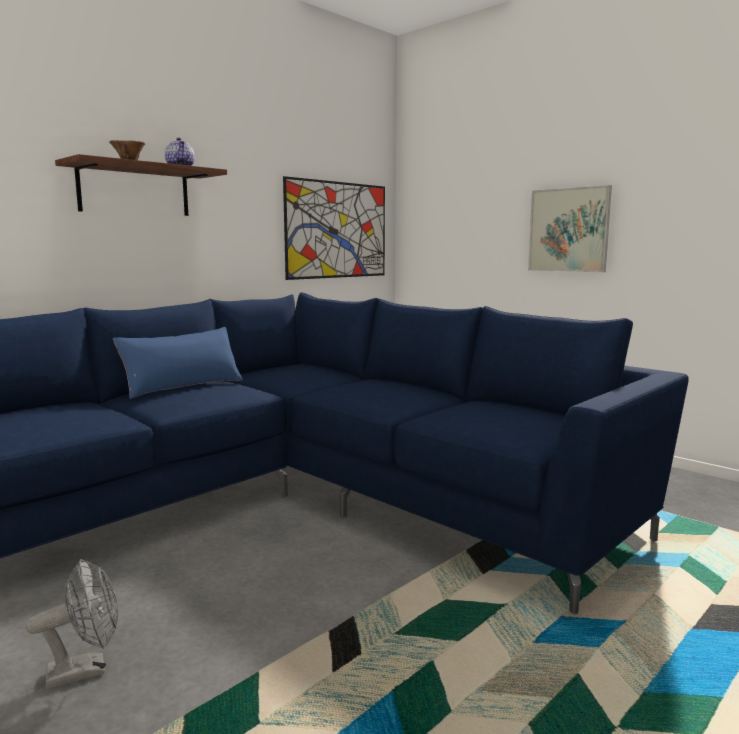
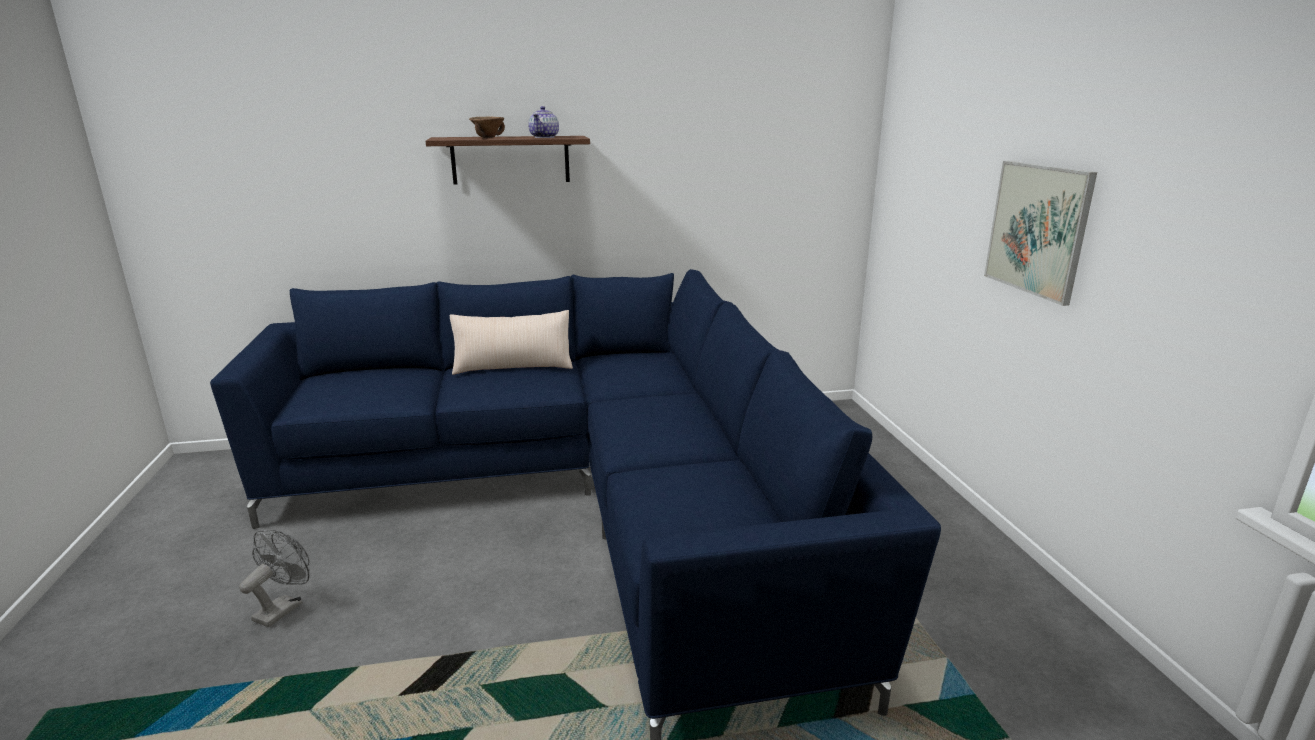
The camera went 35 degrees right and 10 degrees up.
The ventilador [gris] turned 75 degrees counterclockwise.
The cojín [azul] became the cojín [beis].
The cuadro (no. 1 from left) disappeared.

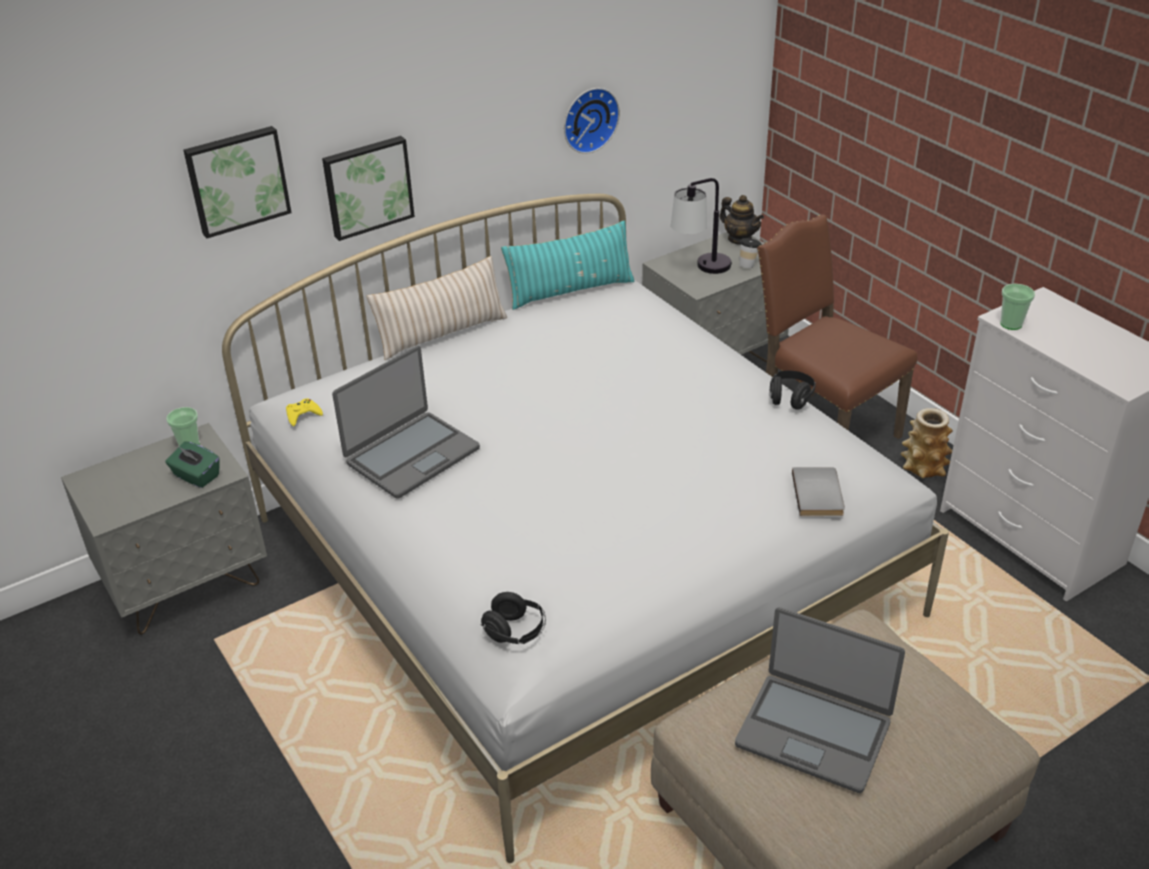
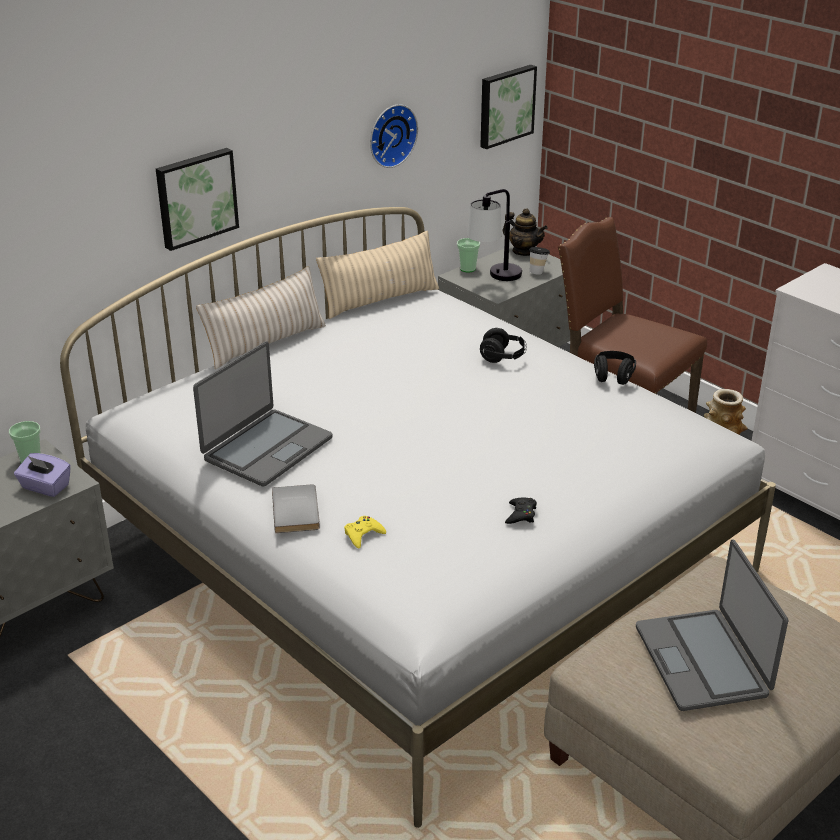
The camera went 10 degrees left and 5 degrees down.
The caja de pañuelos [verde] became the caja de pañuelos [morado].
The libro [gris] moved.
The cojín [turquesa] became the cojín [beis] (no. 2 from left).
The mando de consola [amarillo] moved.
The taza (no. 3 from left in the first image) moved.
The cuadro (no. 1 from left in the first image) moved.
The auriculares [negro] (no. 1 from left) moved.
The mando de consola [negro] appeared.
The portátil (no. 2 from left) turned 60 degrees clockwise.

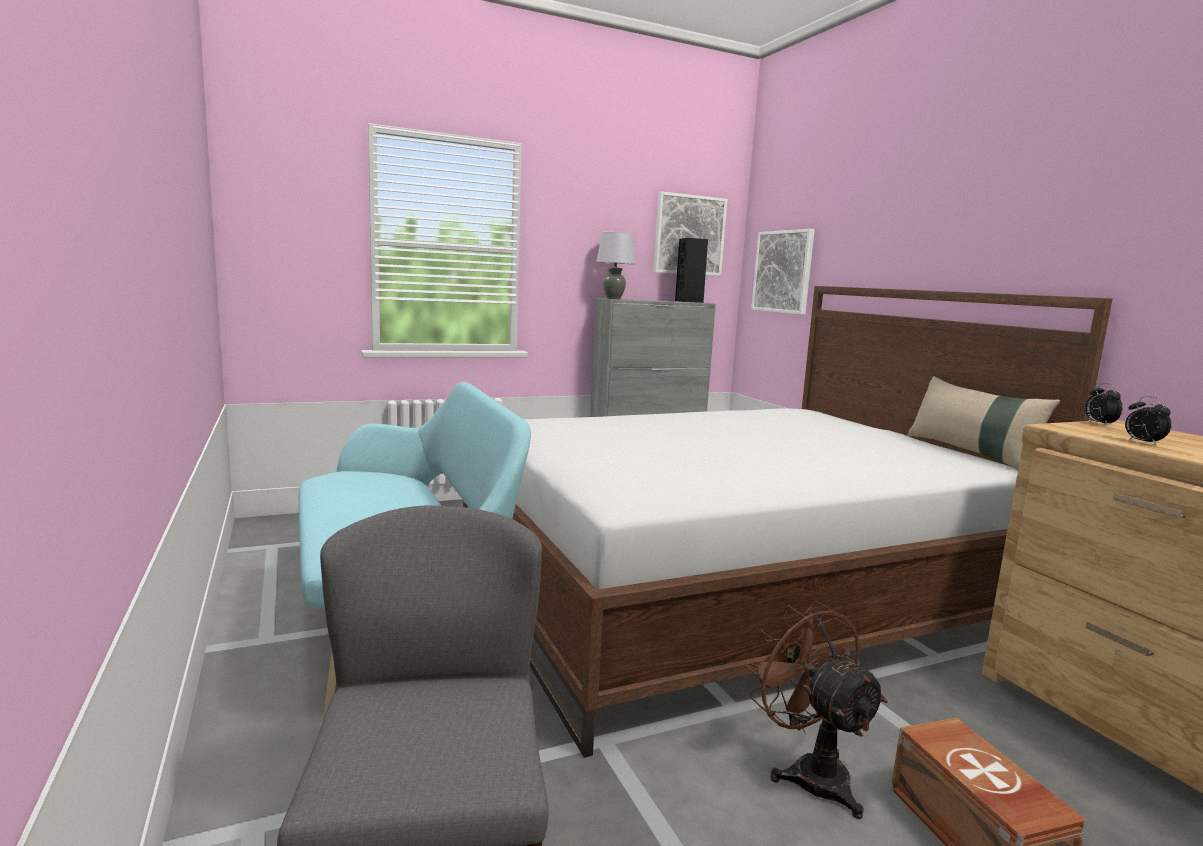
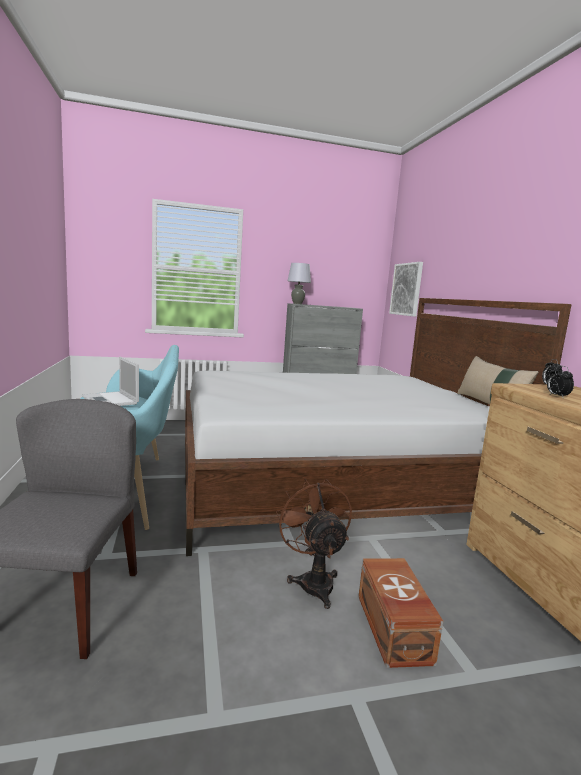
The camera went 10 degrees right and 0 degrees up.
The portátil appeared.
The cuadro (no. 1 from left) disappeared.
The altavoz [negro] disappeared.

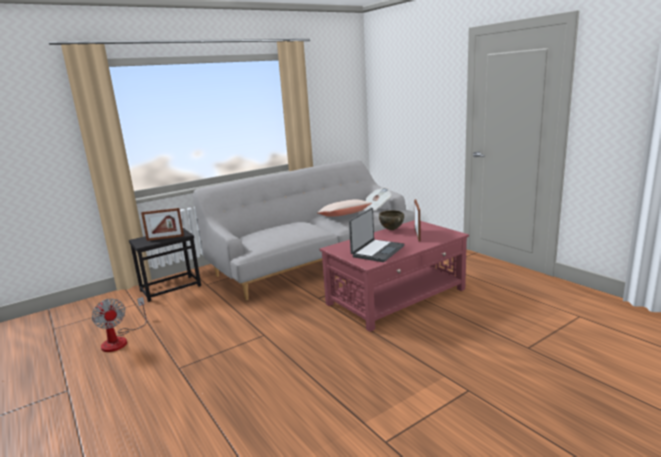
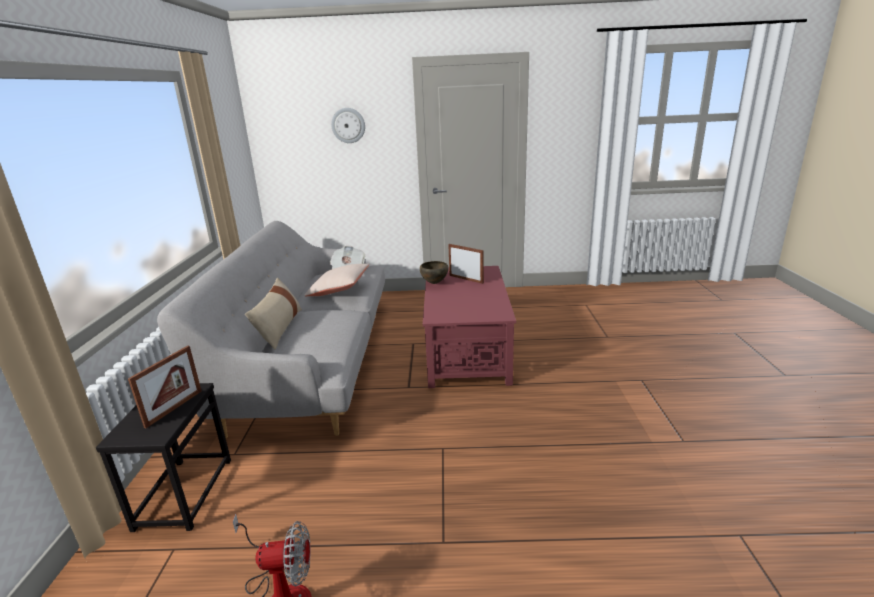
The camera went 55 degrees left and 5 degrees up.
The cojín [beis] (no. 1 from left) appeared.
The reloj de pared appeared.
The portátil disappeared.

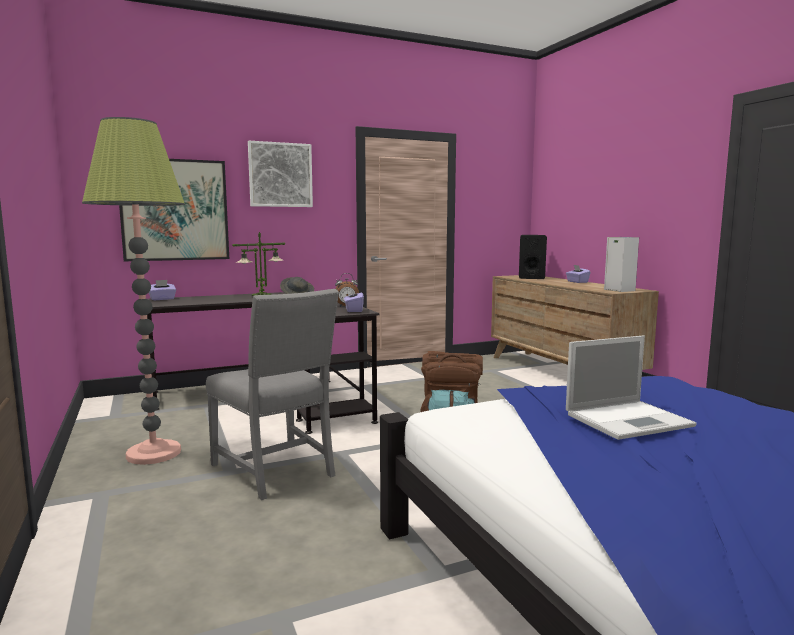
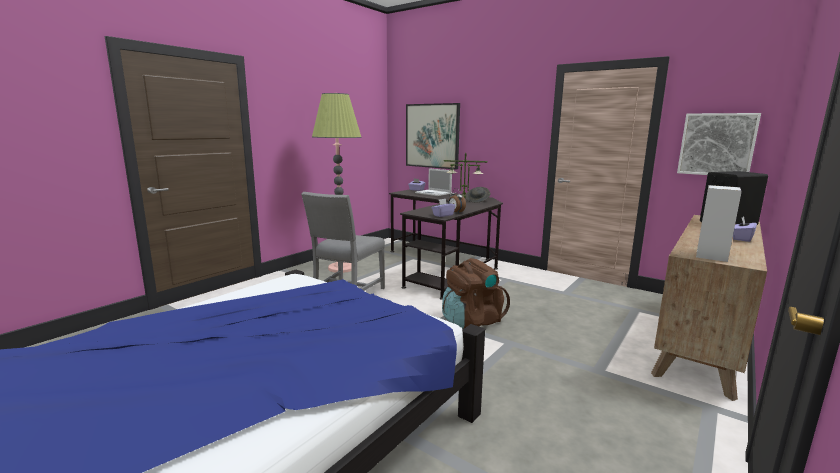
The camera went 60 degrees right and 5 degrees up.
The portátil moved.
The cuadro (no. 2 from left) moved.

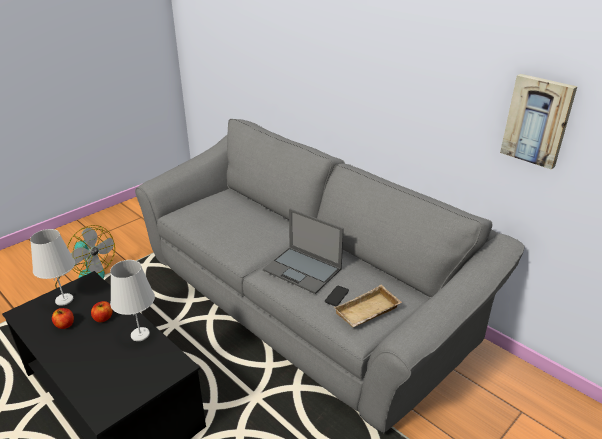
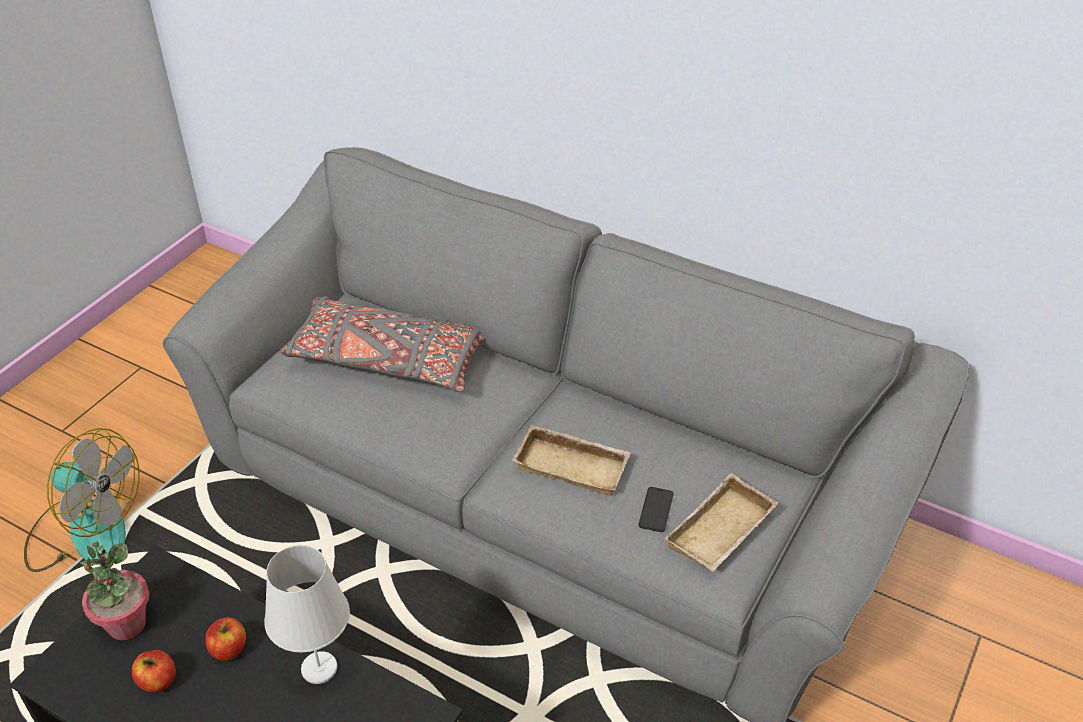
The camera went 15 degrees left and 10 degrees up.
The lámpara de mesa [blanco] (no. 1 from left) was replaced by the planta en maceta.
The cojín [gris] appeared.
The portátil was replaced by the bandeja [beis] (no. 1 from left).
The cuadro disappeared.

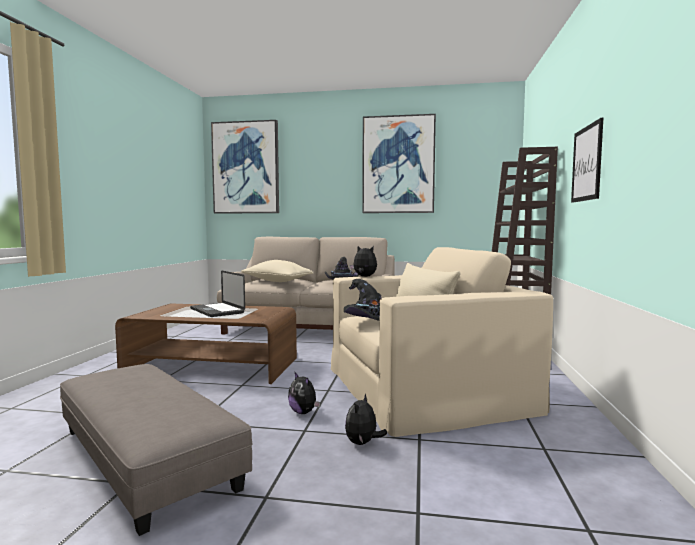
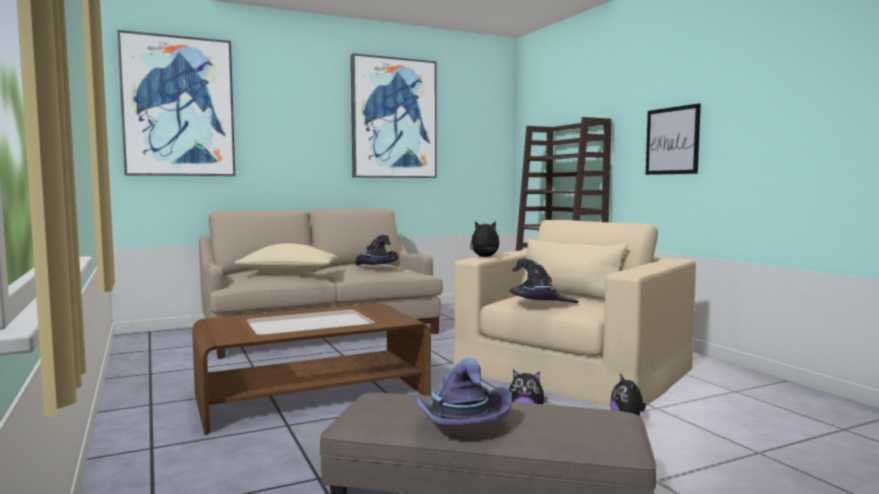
The camera went 35 degrees left and 0 degrees up.
The sombrero [morado] appeared.
The portátil disappeared.

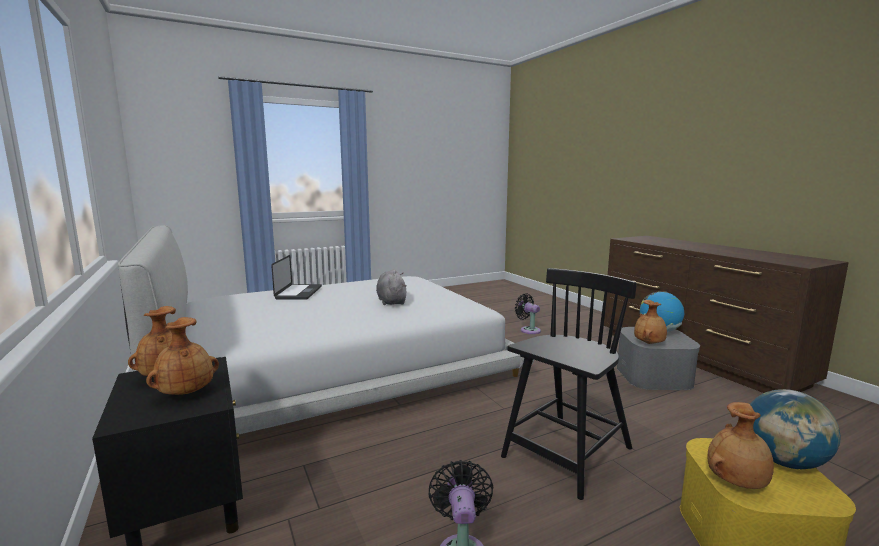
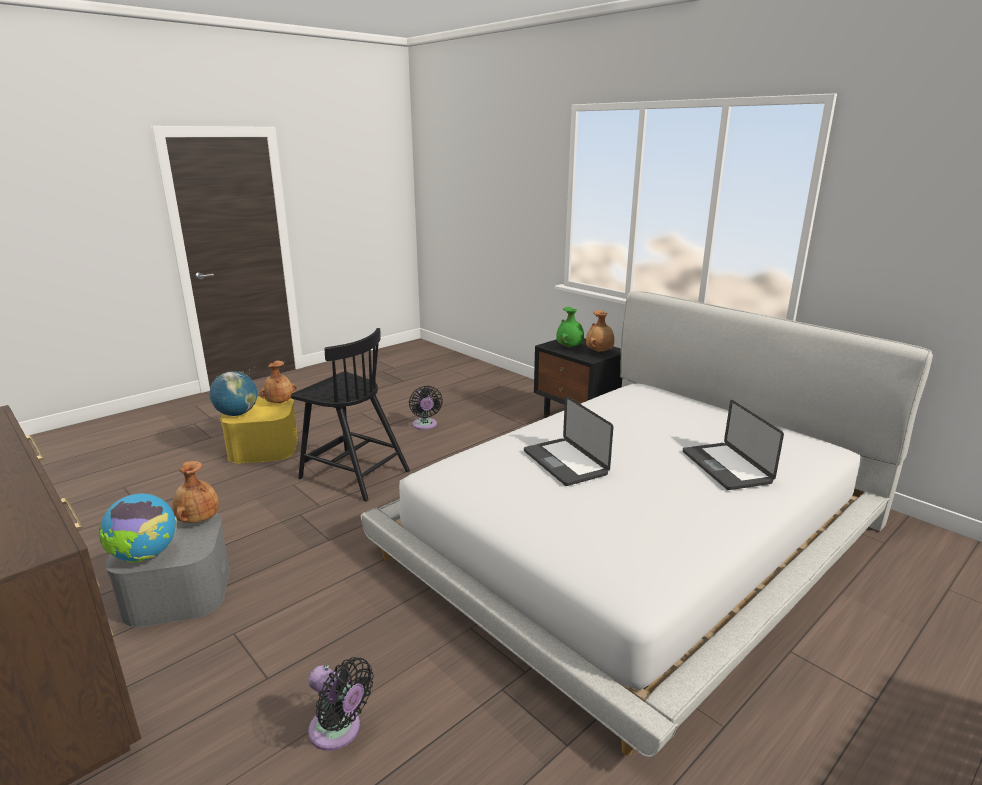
The camera went 165 degrees right and 10 degrees up.
The silla [negro] turned 90 degrees counterclockwise.
The peluche [gris] was replaced by the portátil (no. 1 from left).
The florero [marrón] (no. 2 from left) became the florero [verde].

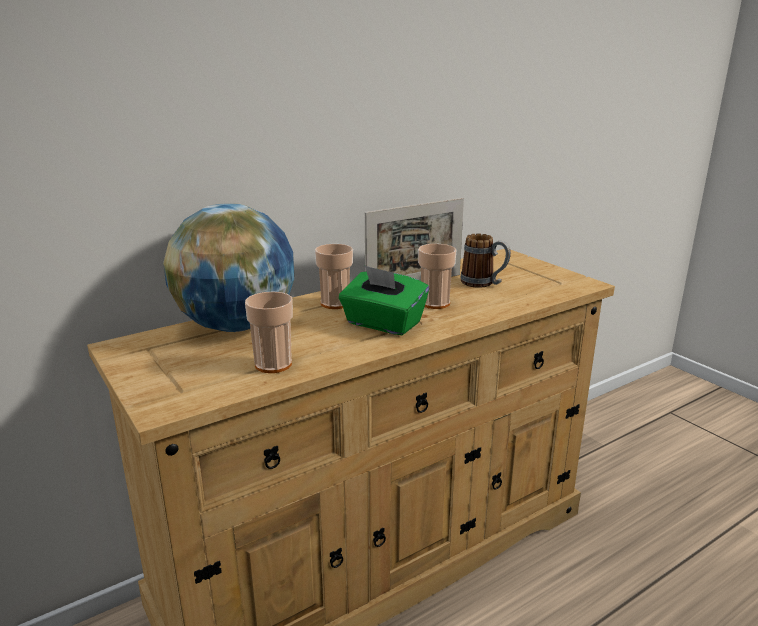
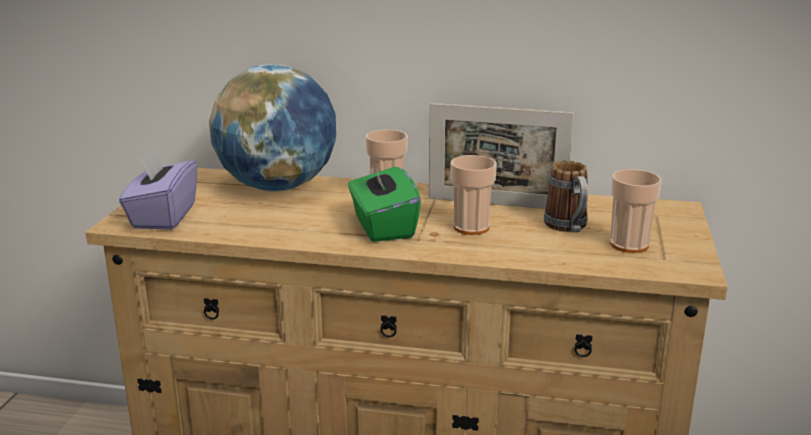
The camera went 45 degrees right and 0 degrees up.
The caja de pañuelos [morado] appeared.
The taza (no. 1 from left in the first image) moved.

